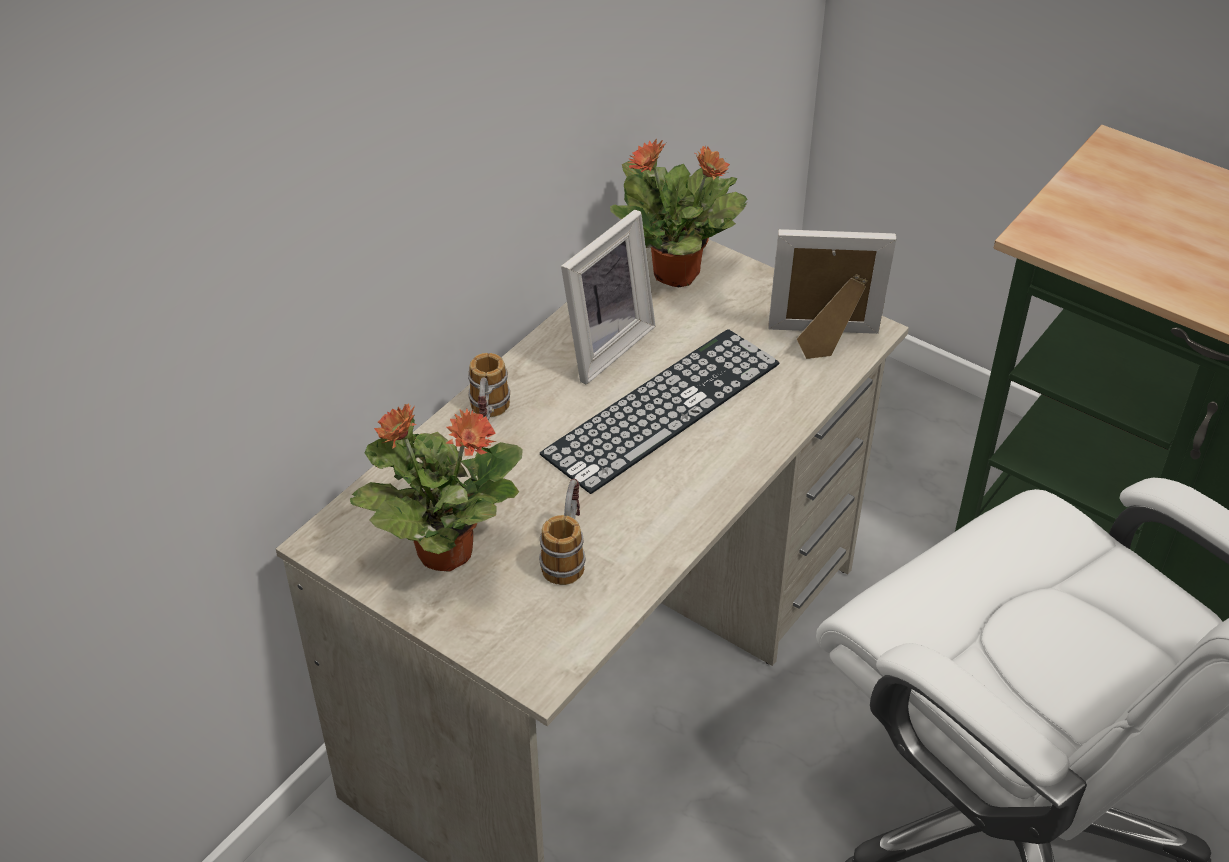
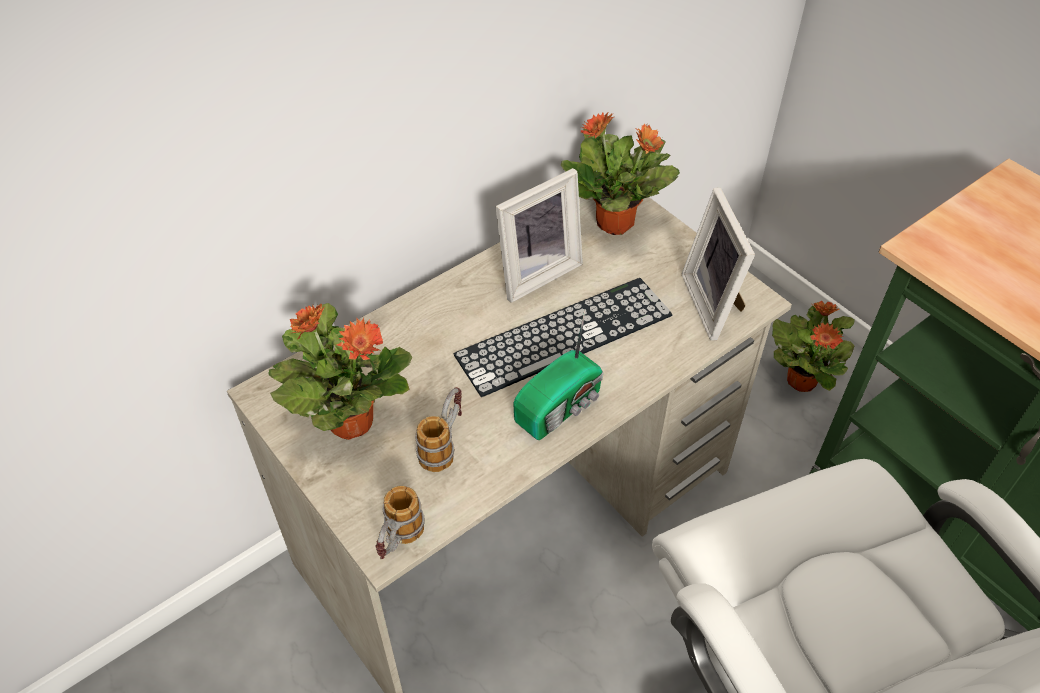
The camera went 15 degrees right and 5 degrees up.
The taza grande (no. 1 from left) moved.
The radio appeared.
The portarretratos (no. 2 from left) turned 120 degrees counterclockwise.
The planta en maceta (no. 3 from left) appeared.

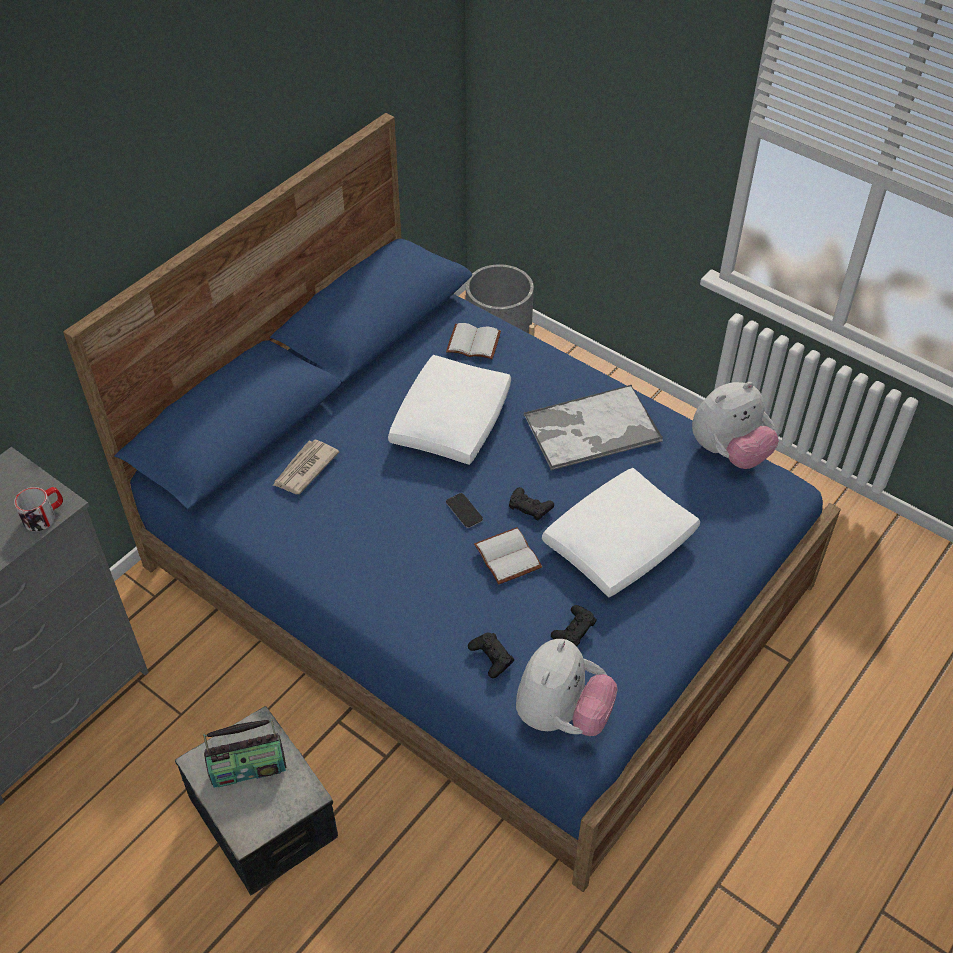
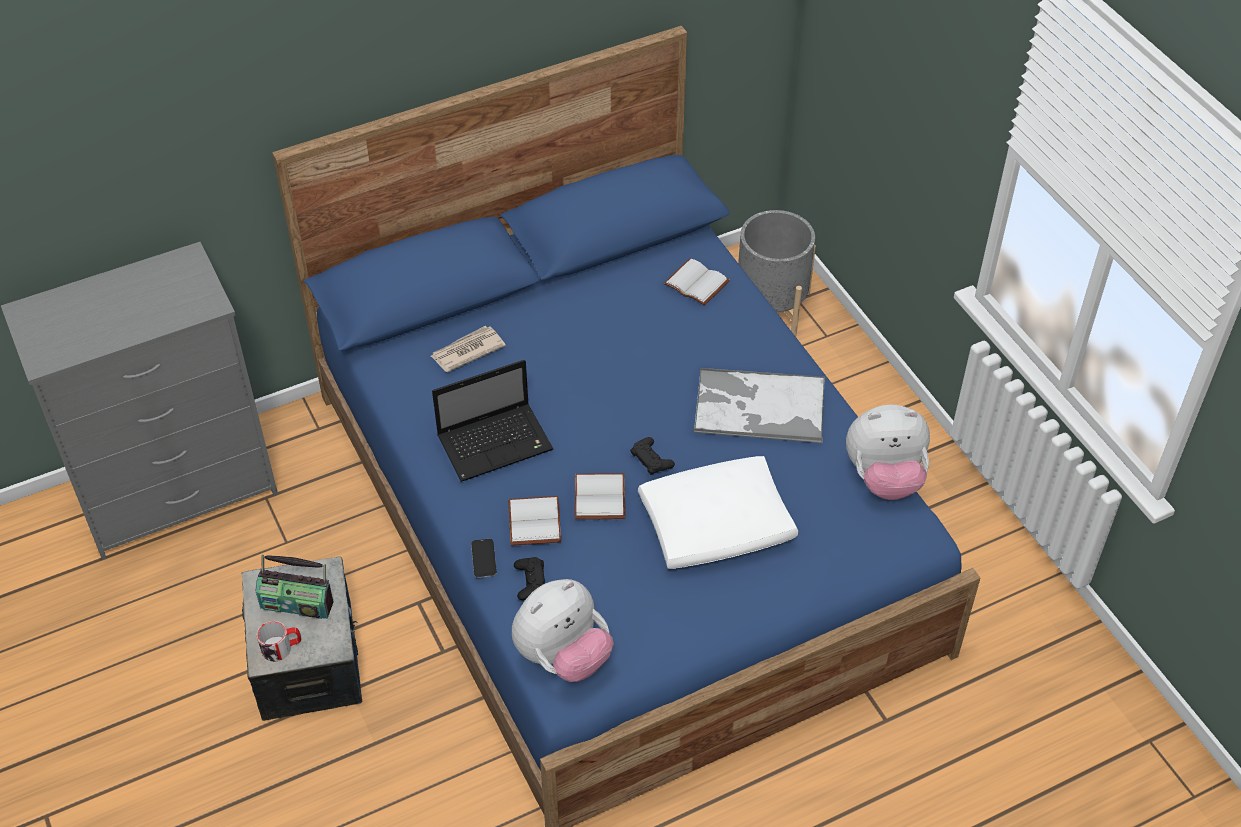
The camera went 25 degrees right and 0 degrees up.
The taza grande moved.
The portátil appeared.
The móvil moved.
The libro [blanco] (no. 1 from left) appeared.
The cojín [blanco] (no. 1 from left) disappeared.
The mando de consola [negro] (no. 3 from left) disappeared.

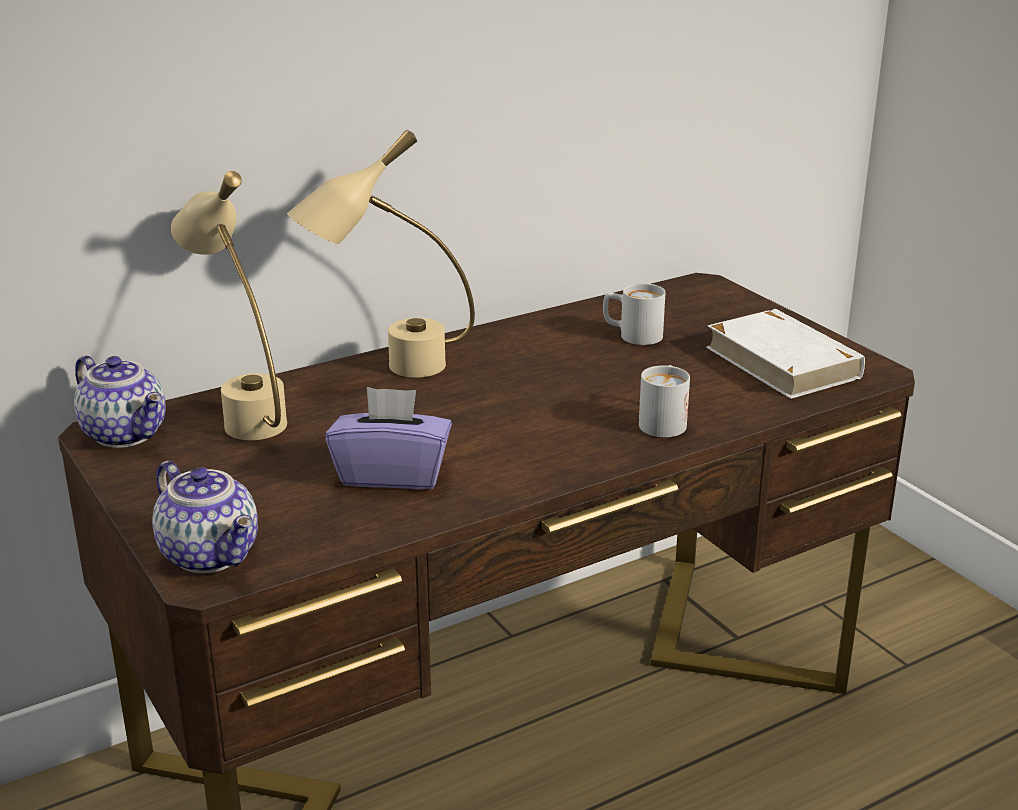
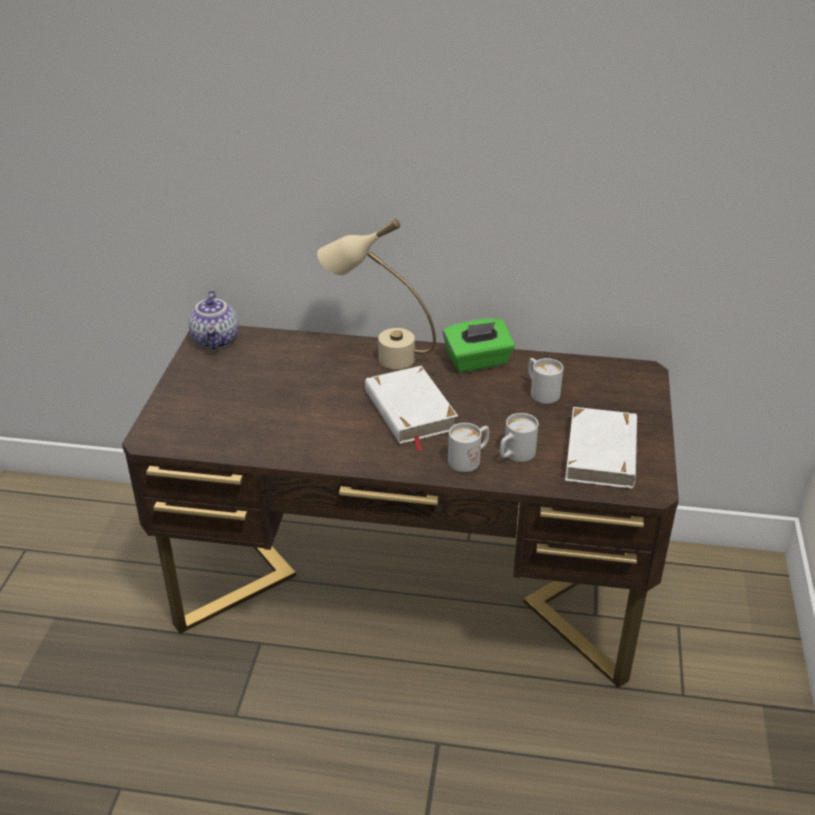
The camera went 40 degrees right and 10 degrees up.
The libro [blanco] (no. 1 from left) appeared.
The caja de pañuelos [verde] appeared.
The taza grande [blanco] (no. 2 from left) appeared.
The tetera (no. 2 from left) disappeared.
The lámpara de mesa [beis] (no. 1 from left) disappeared.
The caja de pañuelos [morado] disappeared.

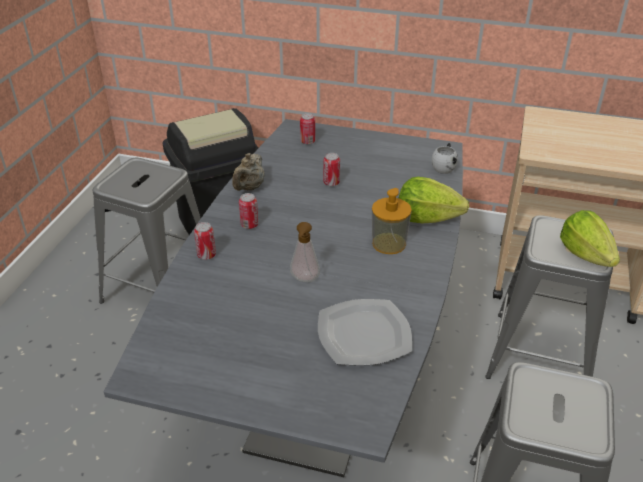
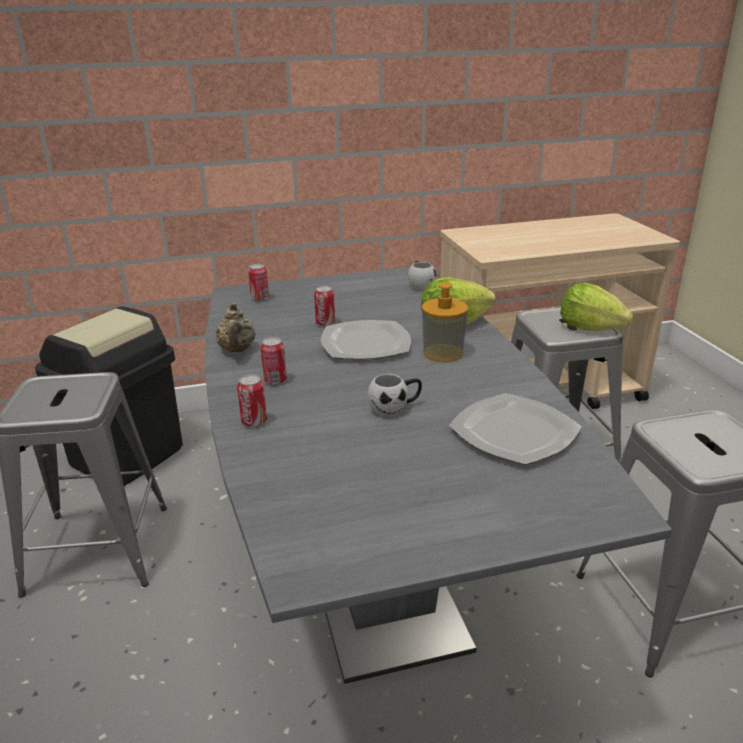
The camera went 30 degrees left and 10 degrees down.
The plato (no. 1 from left) appeared.
The dispensador de jabón (no. 1 from left) was replaced by the taza grande [blanco] (no. 1 from left).

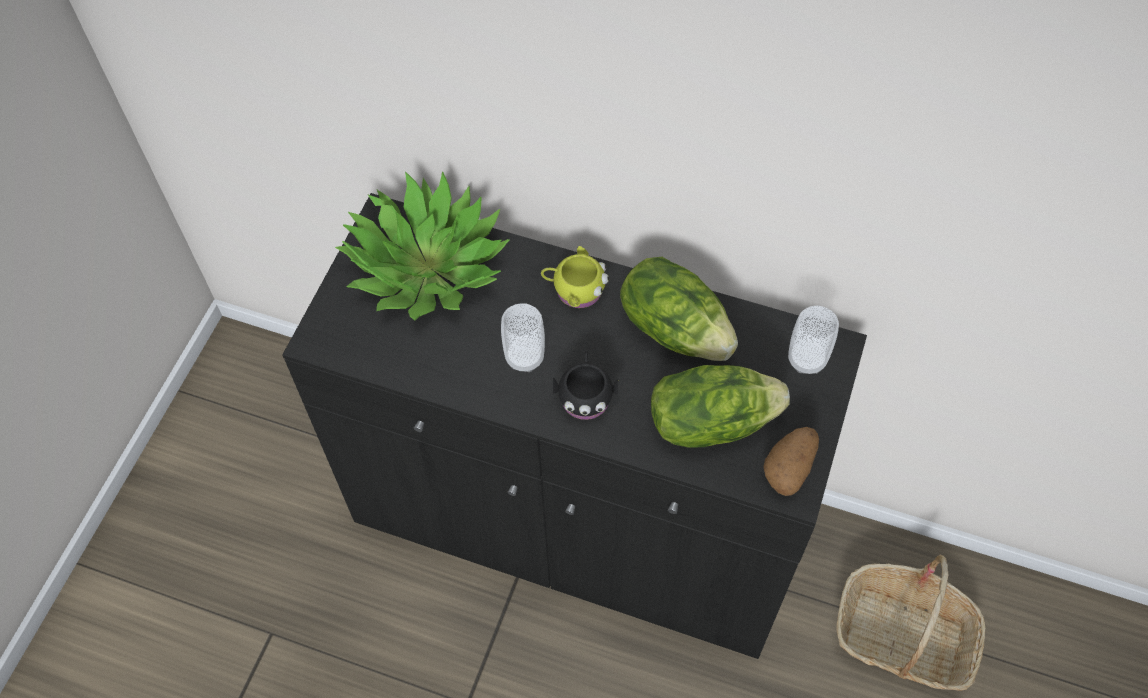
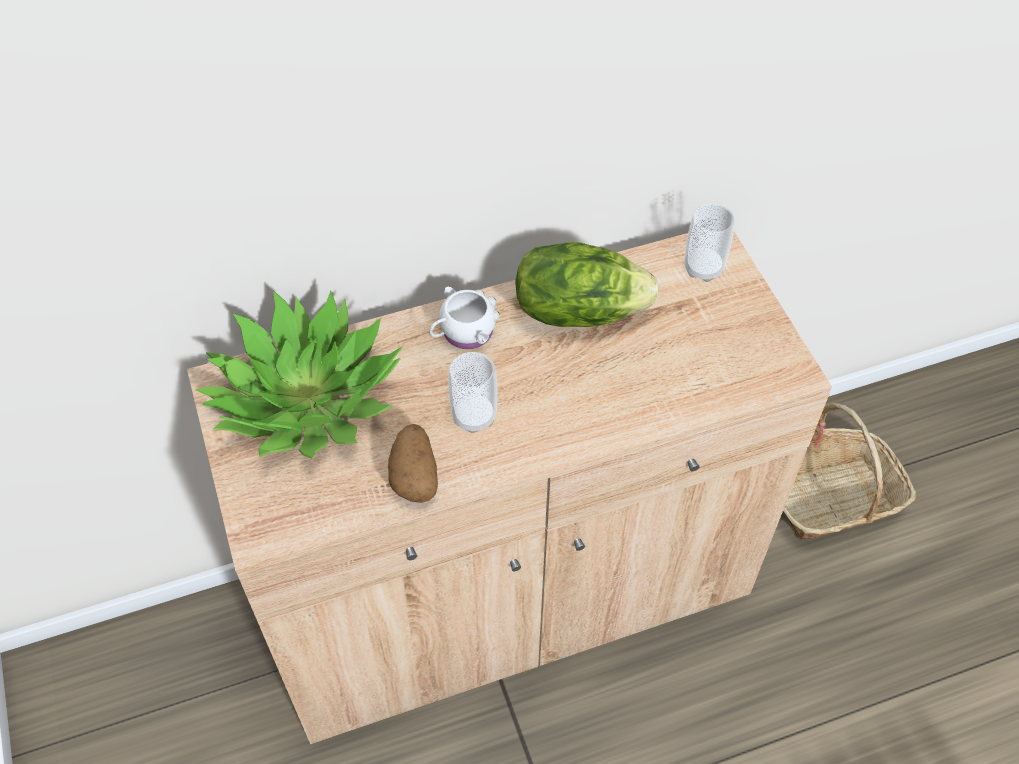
The camera went 40 degrees left and 5 degrees down.
The armario [negro] became the armario [beis].
The patata moved.
The taza grande [amarillo] became the taza grande [blanco].
The taza grande [negro] disappeared.
The lechuga (no. 2 from left) disappeared.

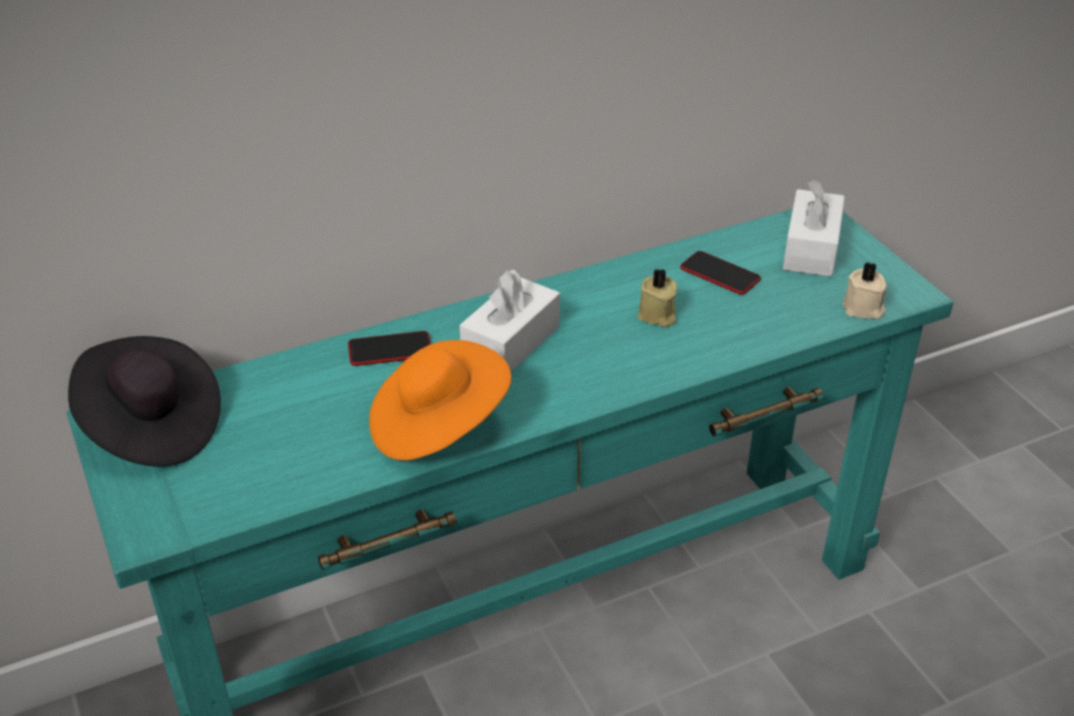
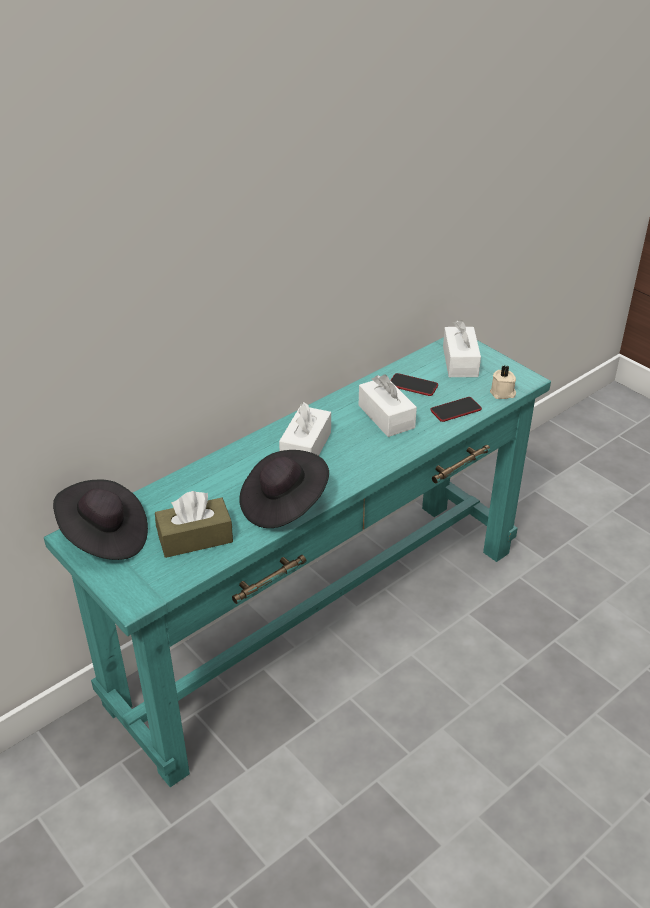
The camera went 15 degrees left and 0 degrees up.
The caja de pañuelos [marrón] appeared.
The sombrero [naranja] became the sombrero [negro] (no. 2 from left).
The vela [beis] (no. 1 from left) was replaced by the caja de pañuelos [blanco] (no. 2 from left).
The móvil (no. 1 from left in the first image) moved.

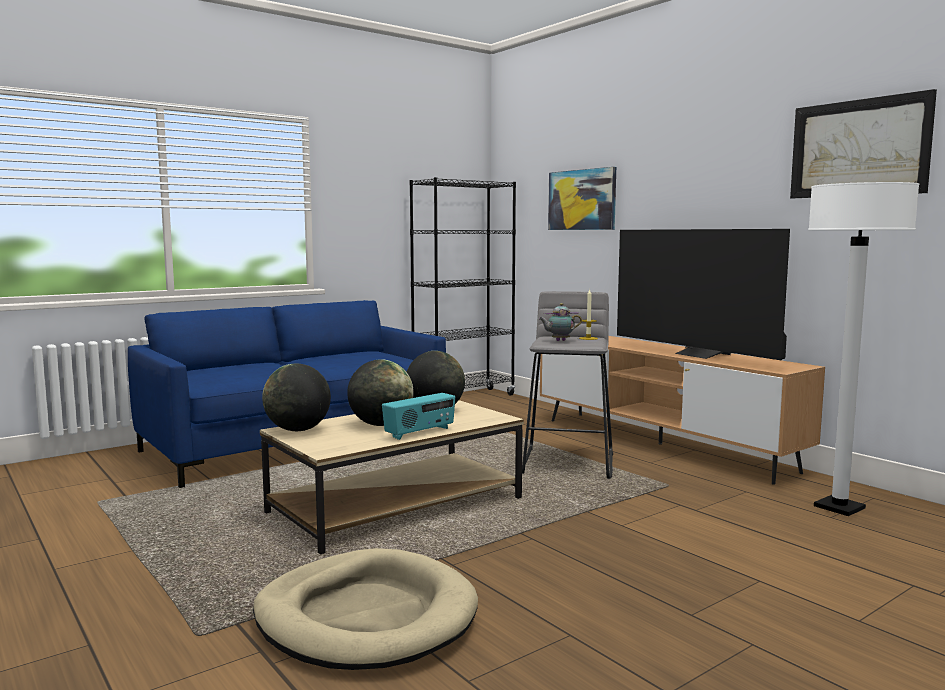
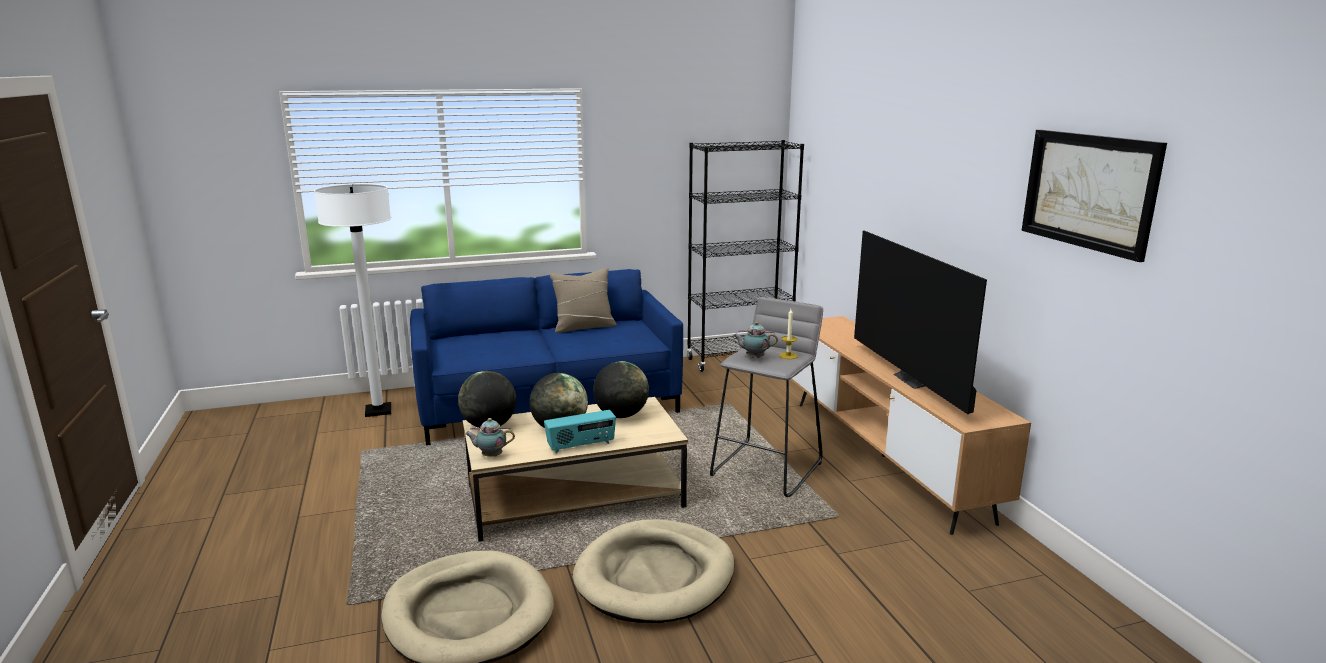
The camera went 20 degrees right and 10 degrees up.
The lámpara de pie [blanco] moved.
The tetera (no. 1 from left) appeared.
The cojín [beis] appeared.
The cama para perro [beis] (no. 2 from left) appeared.
The cuadro (no. 1 from left) disappeared.

